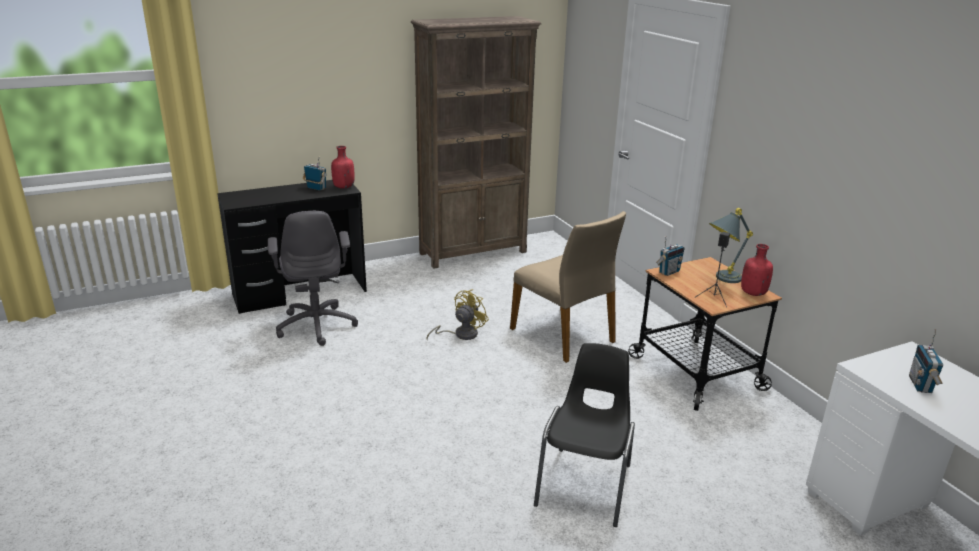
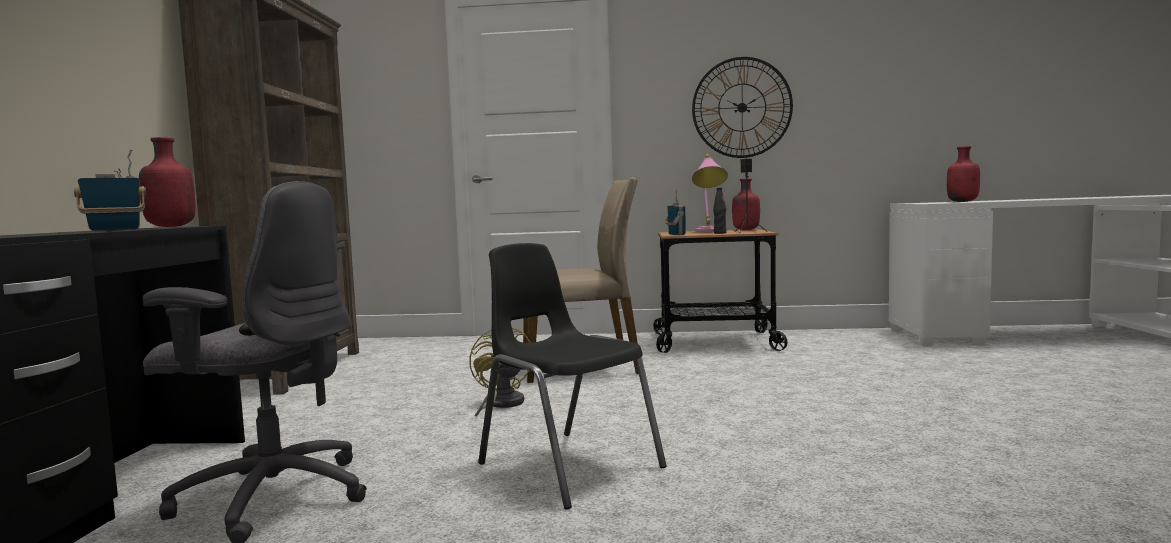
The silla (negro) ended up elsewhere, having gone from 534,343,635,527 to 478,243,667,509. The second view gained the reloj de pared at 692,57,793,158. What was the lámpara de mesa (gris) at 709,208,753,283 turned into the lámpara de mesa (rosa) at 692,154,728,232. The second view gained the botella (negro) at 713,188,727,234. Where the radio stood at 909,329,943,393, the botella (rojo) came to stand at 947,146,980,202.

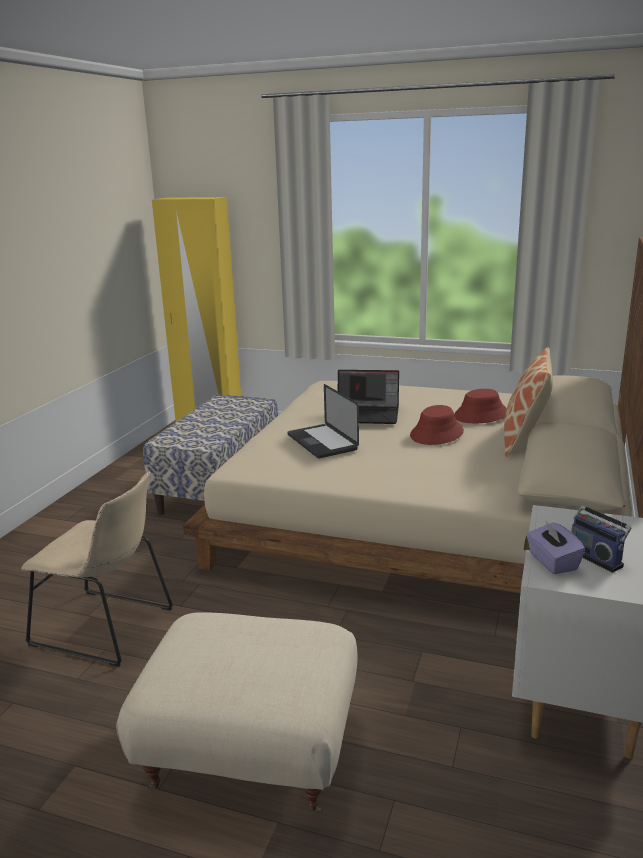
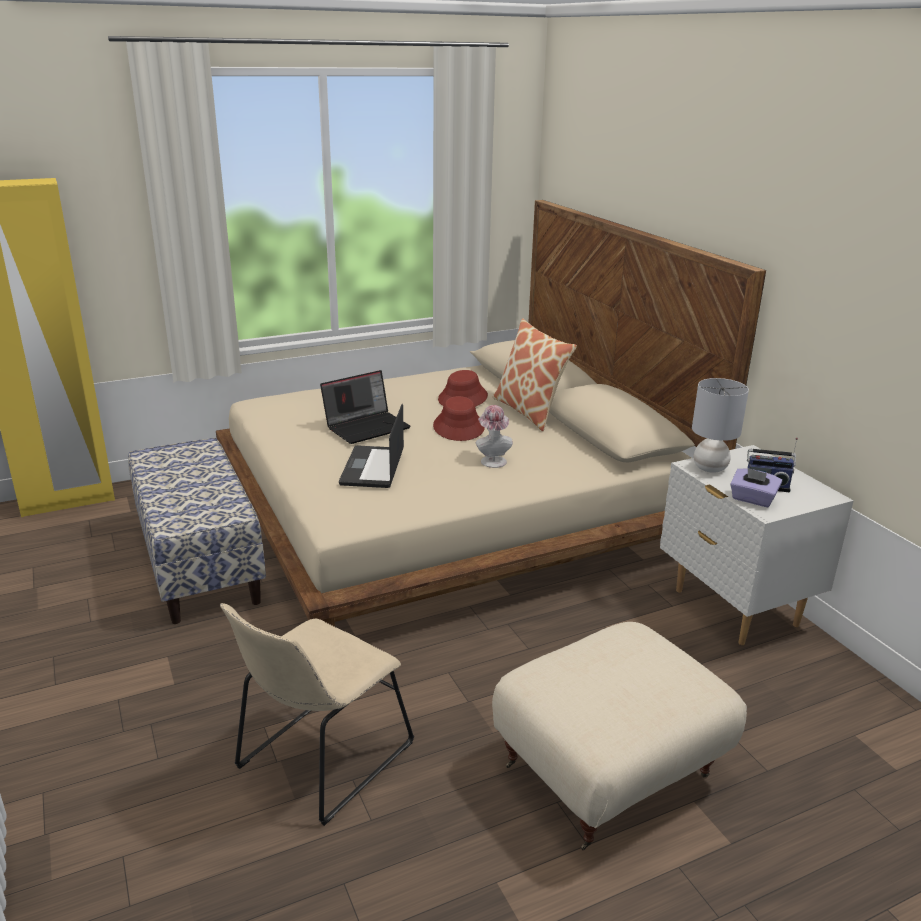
The silla (beis) at 21,472,173,667 ended up facing another way, 150 degrees clockwise from before. The portátil at 287,384,359,459 ended up facing another way, 75 degrees clockwise from before. The second view gained the sombrero at 476,405,513,468. The second view gained the lámpara de mesa (gris) at 692,378,749,473.

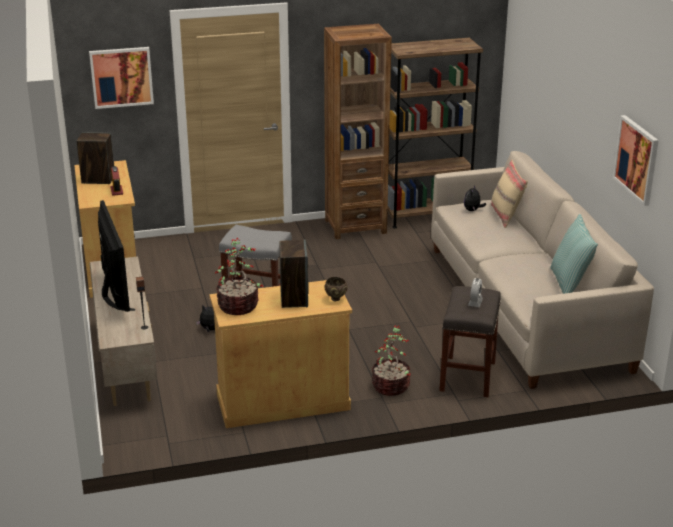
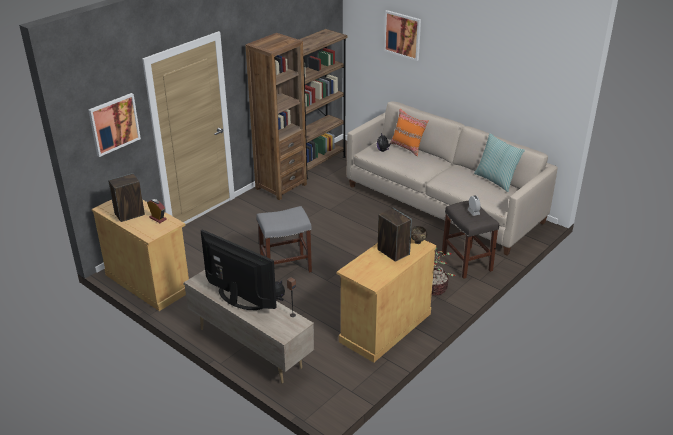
The cuadro ended up elsewhere, having gone from 613,115,659,206 to 384,10,421,61. What was the cojín (beis) at 491,160,528,228 turned into the cojín (naranja) at 390,109,429,156. The second view lost the planta en maceta at 215,238,263,315.

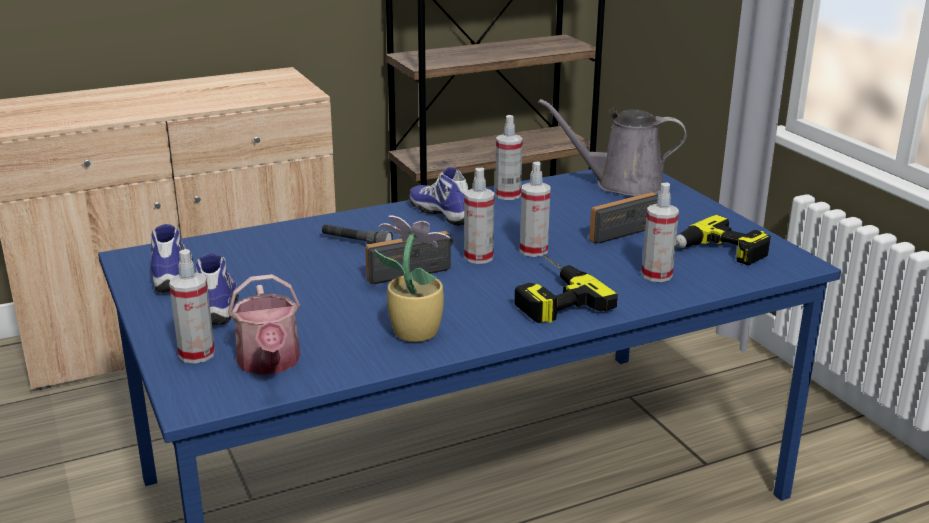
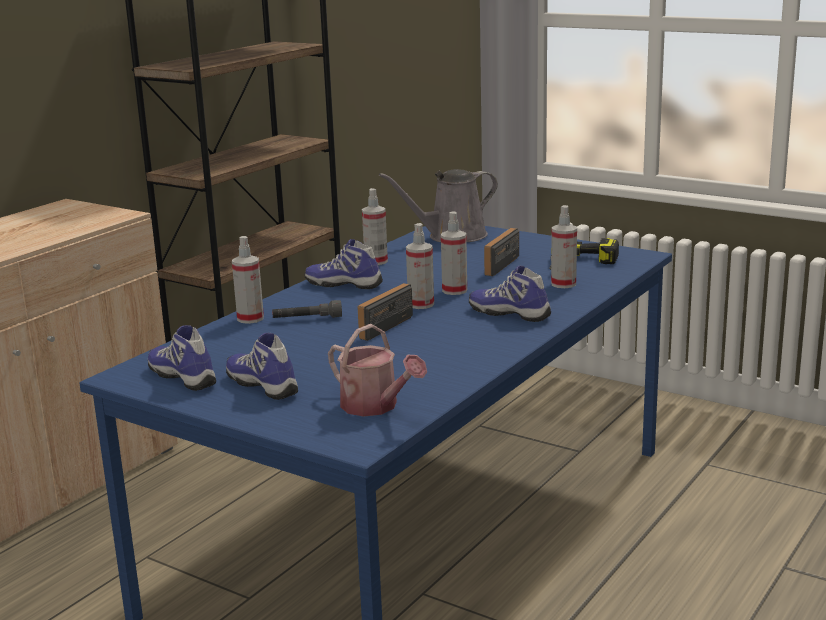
The pulverizador ended up elsewhere, having gone from 169,249,215,364 to 232,236,264,324. Where the taladro stood at 515,256,618,323, the zapato came to stand at 469,266,551,322. The second view lost the planta en maceta at 375,216,450,342.

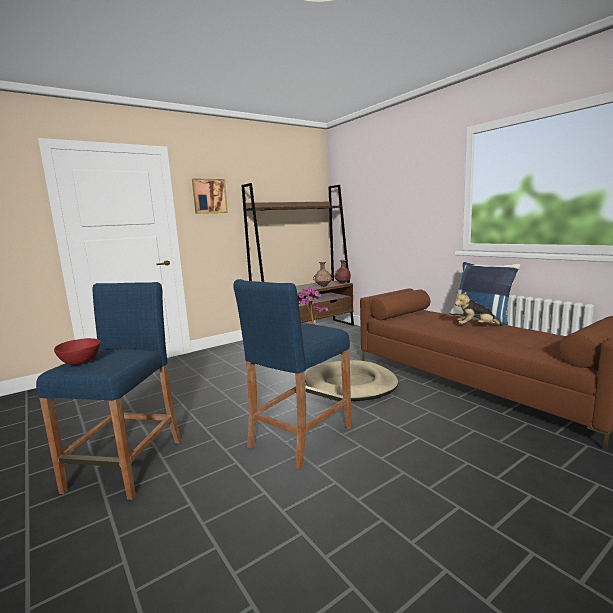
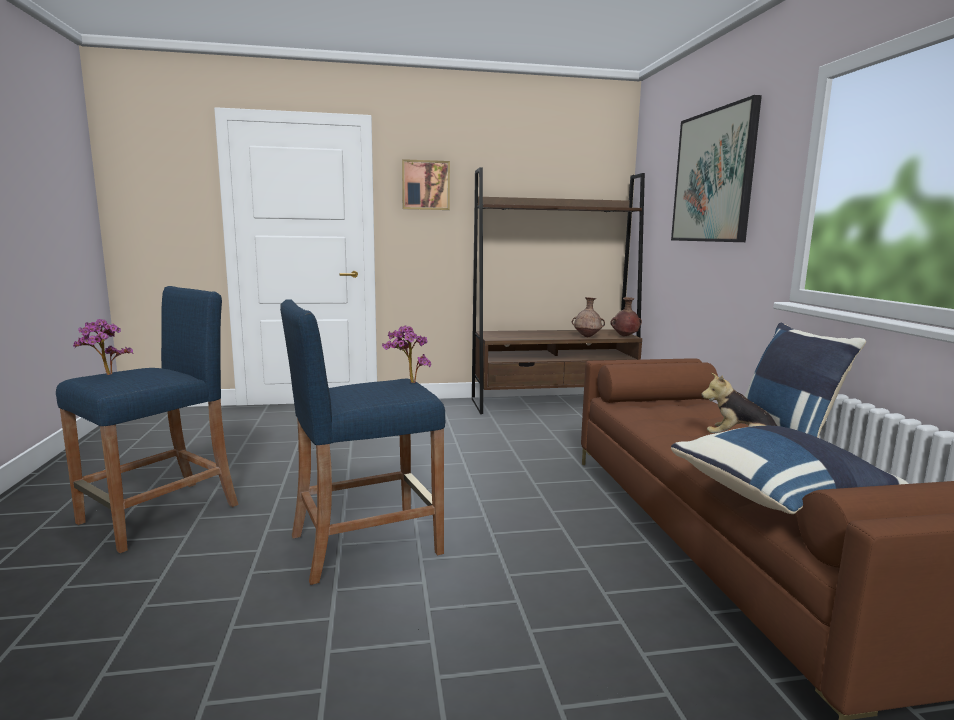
Where the cuenco (rojo) stood at 54,338,101,365, the planta en maceta came to stand at 73,319,134,375. The second view gained the cuadro at 671,95,762,242. The second view gained the cojín (azul) at 671,426,908,514. The second view lost the cama para perro (beis) at 305,360,398,401.

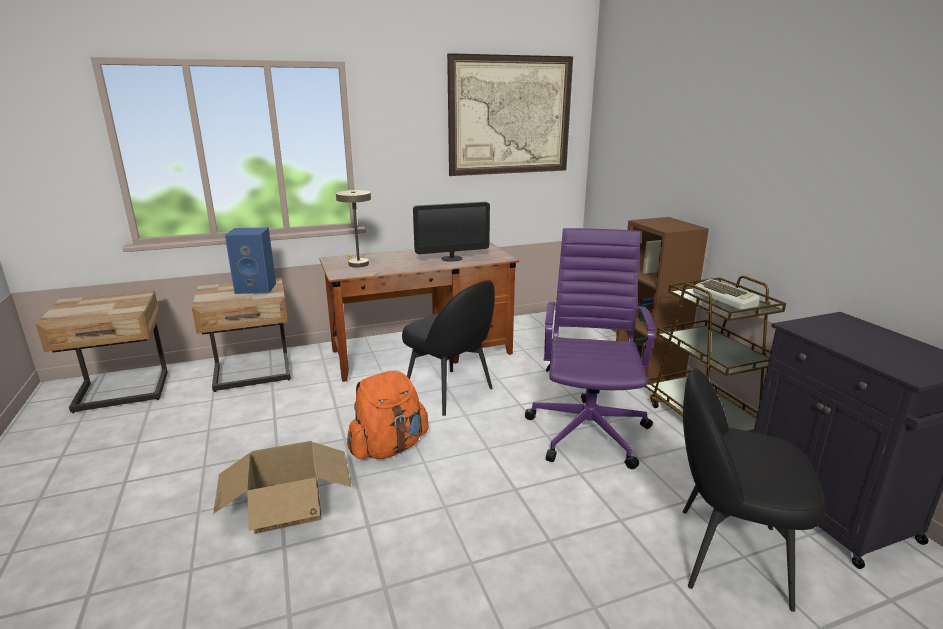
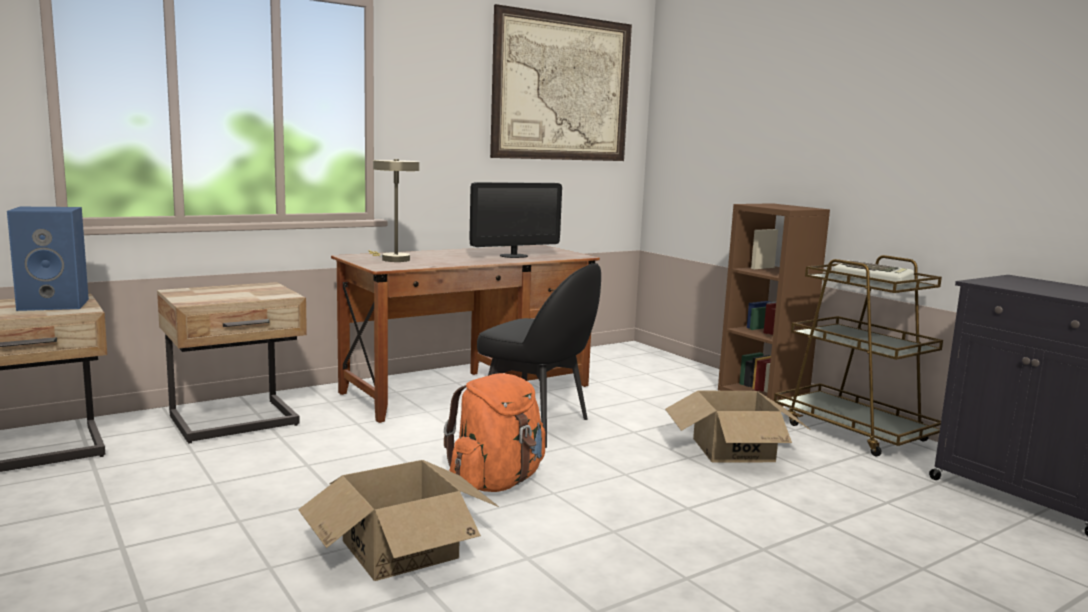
The altavoz (azul) ended up elsewhere, having gone from 225,227,276,294 to 7,207,89,311. Where the silla de oficina (morado) stood at 525,228,655,469, the caja de cartón came to stand at 665,391,811,463. The second view lost the silla (negro) at 683,368,826,612.

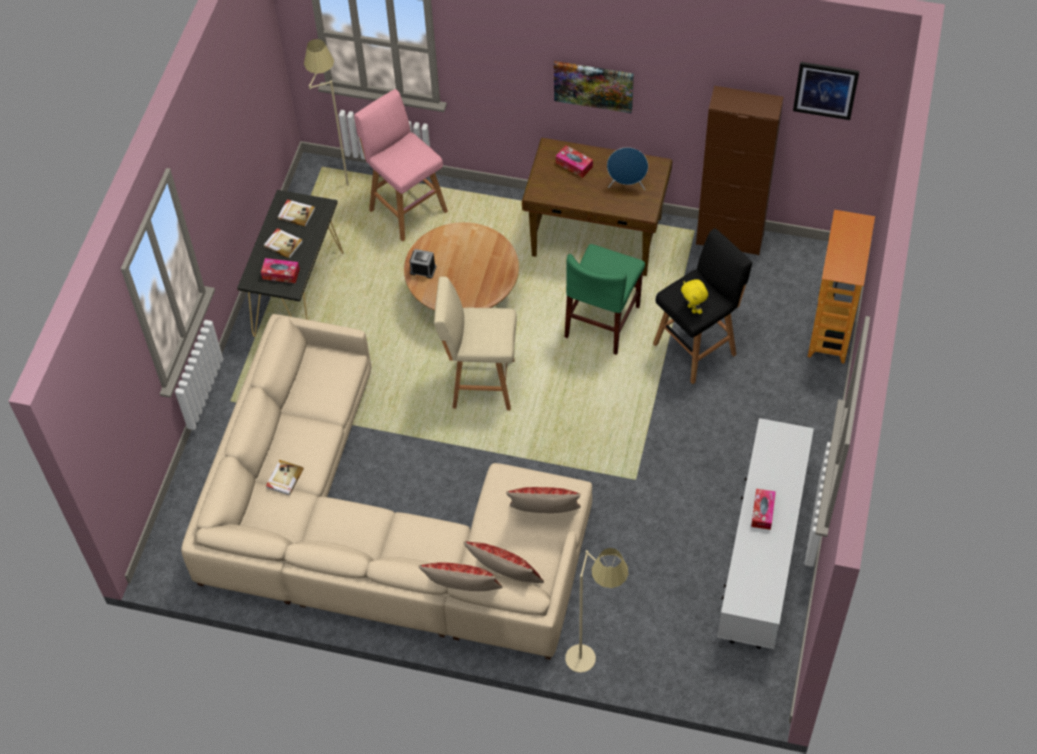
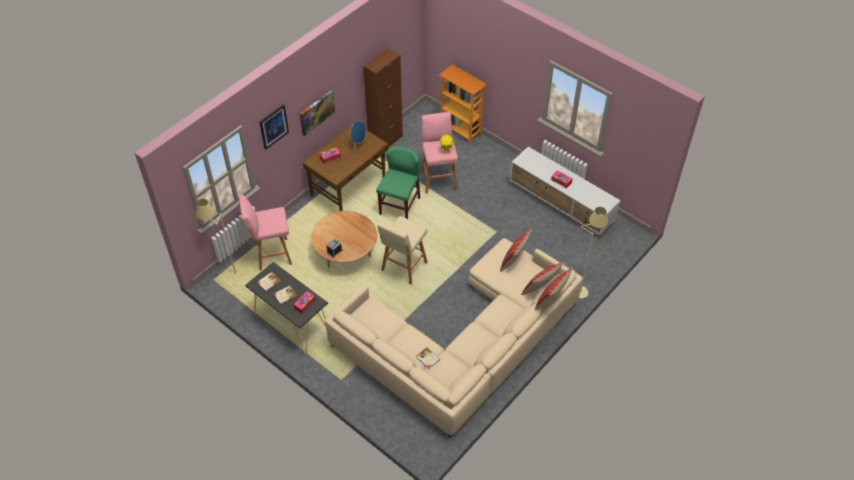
The cuadro ended up elsewhere, having gone from 793,62,859,120 to 260,104,289,150. The silla (verde) at 565,244,645,355 ended up facing another way, 120 degrees counterclockwise from before. What was the taburete (negro) at 653,228,752,384 turned into the taburete (rosa) at 421,112,458,194.

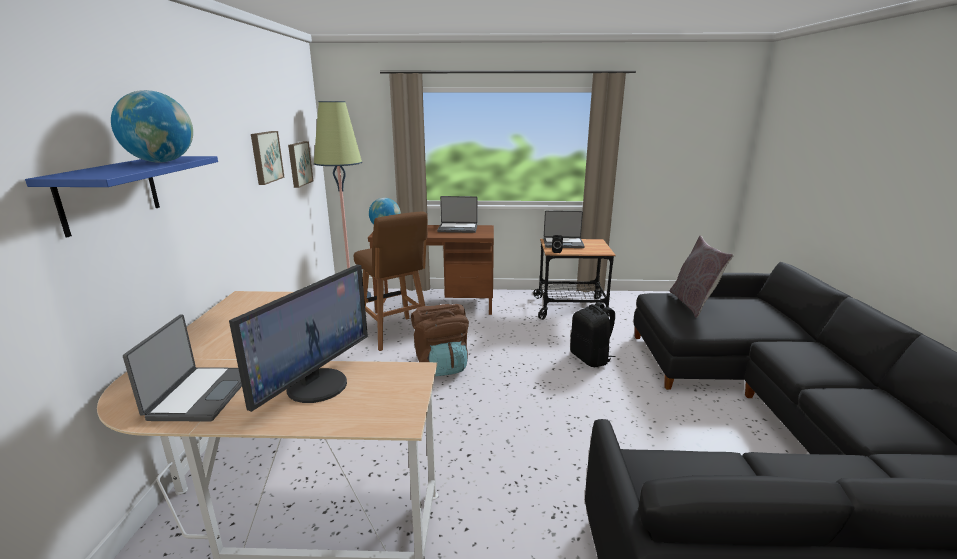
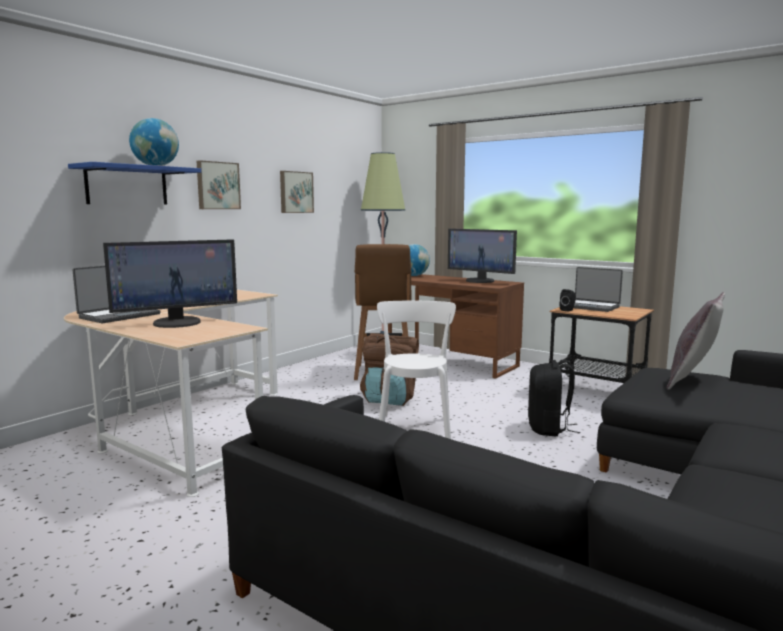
The cuadro ended up elsewhere, having gone from 288,141,313,188 to 196,160,241,209. The second view gained the silla (blanco) at 377,301,456,439. Where the portátil stood at 437,196,478,233, the monitor came to stand at 448,229,517,283.

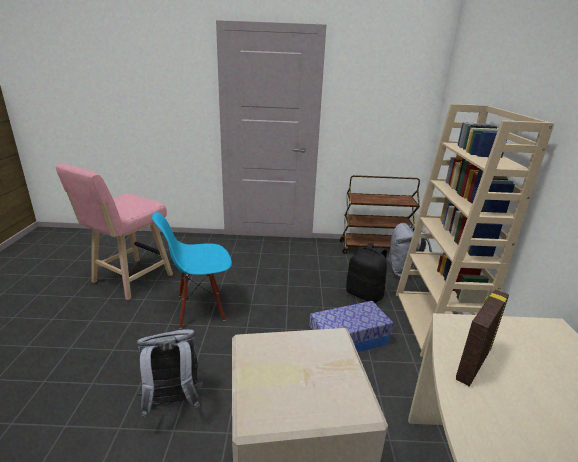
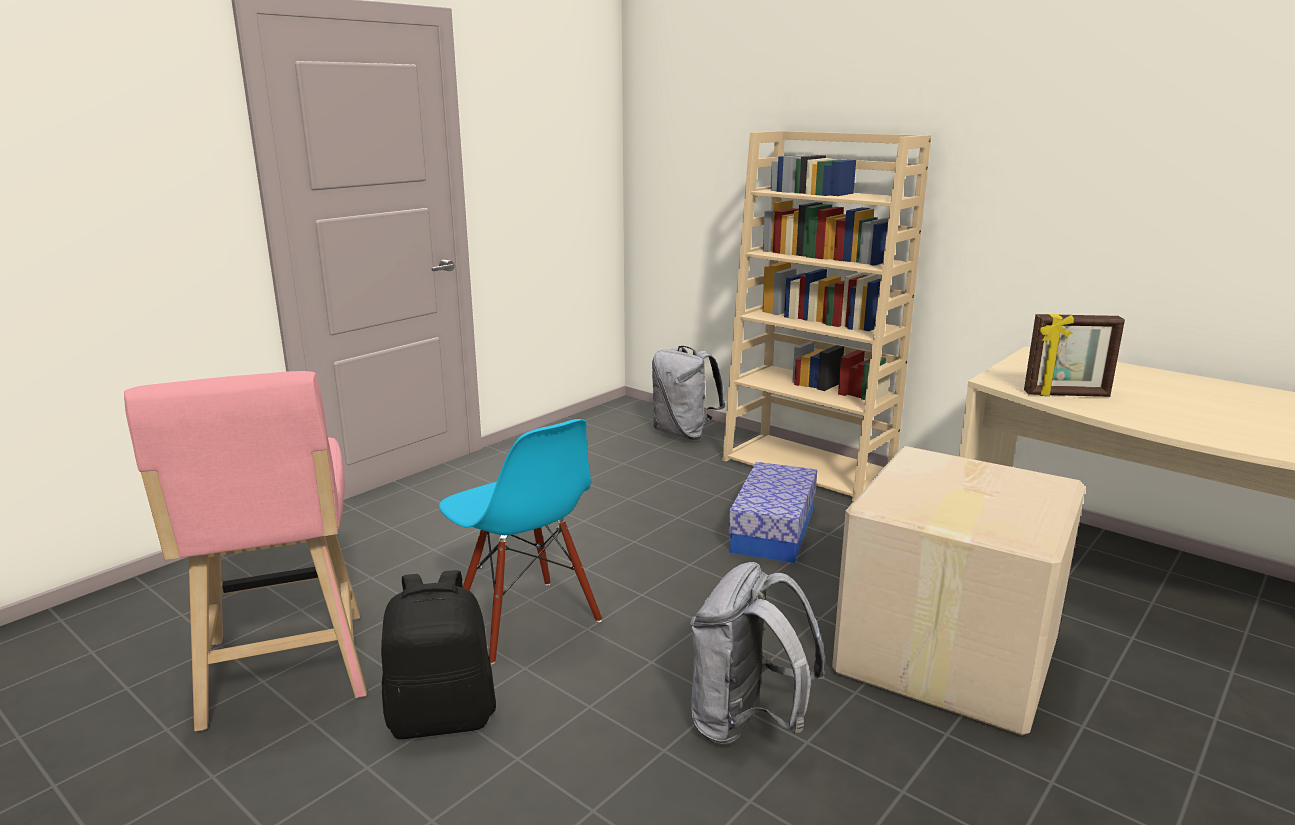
The mochila (negro) ended up elsewhere, having gone from 346,243,387,303 to 381,570,496,739. The silla (azul) at 152,212,232,329 ended up facing another way, 60 degrees counterclockwise from before. The portarretratos at 456,290,509,386 ended up facing another way, 75 degrees counterclockwise from before. The second view lost the carrito (marrón) at 340,175,420,254.

